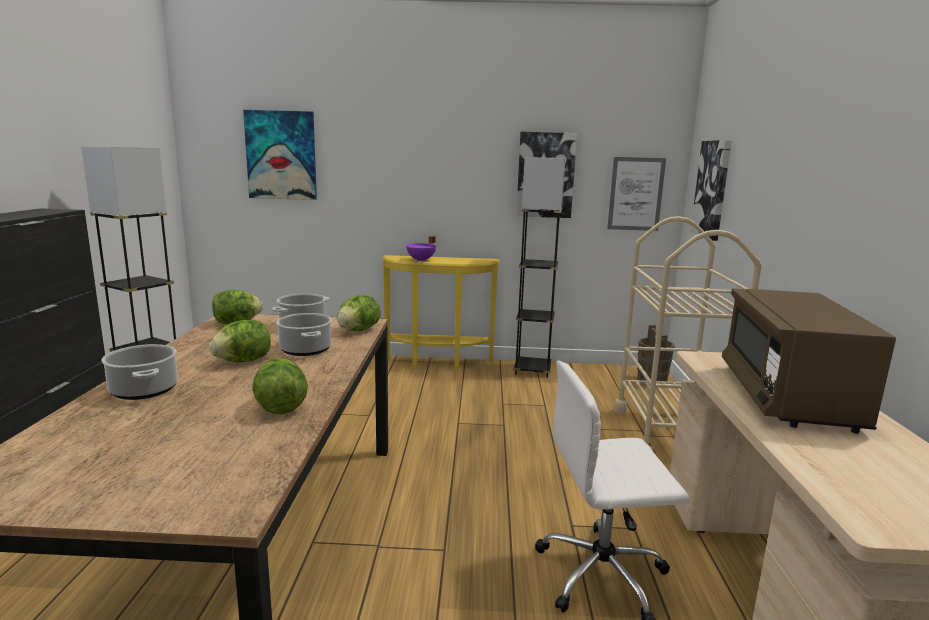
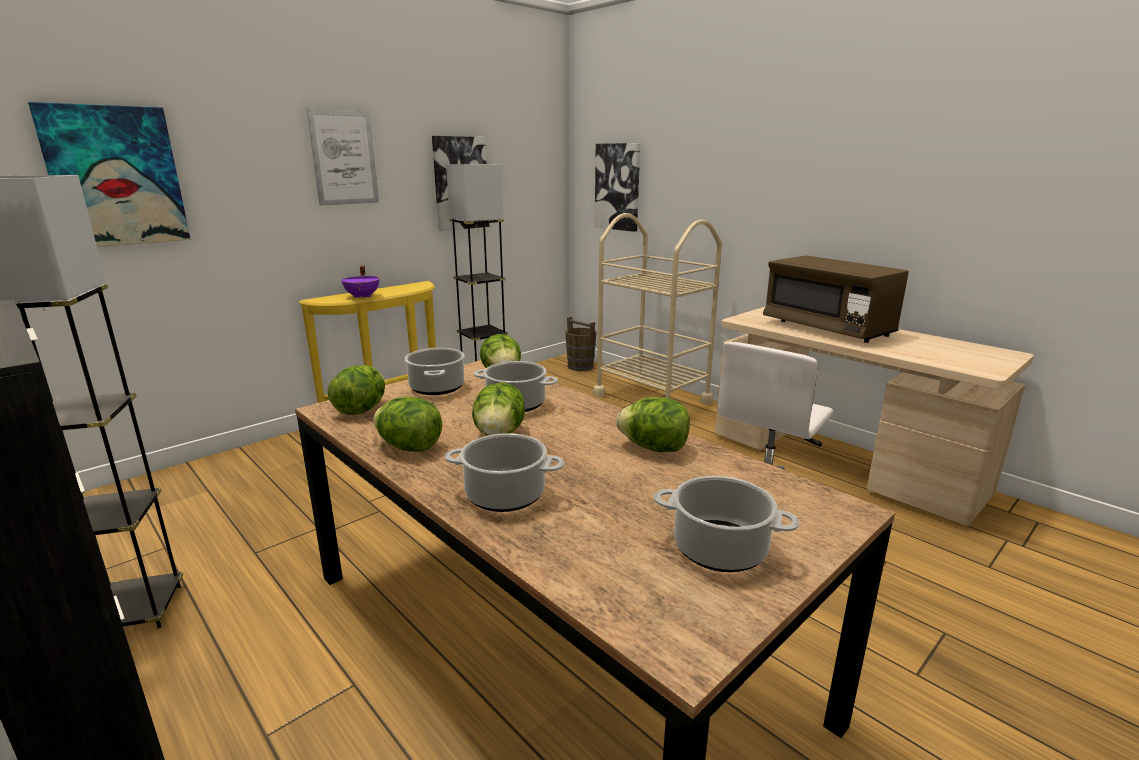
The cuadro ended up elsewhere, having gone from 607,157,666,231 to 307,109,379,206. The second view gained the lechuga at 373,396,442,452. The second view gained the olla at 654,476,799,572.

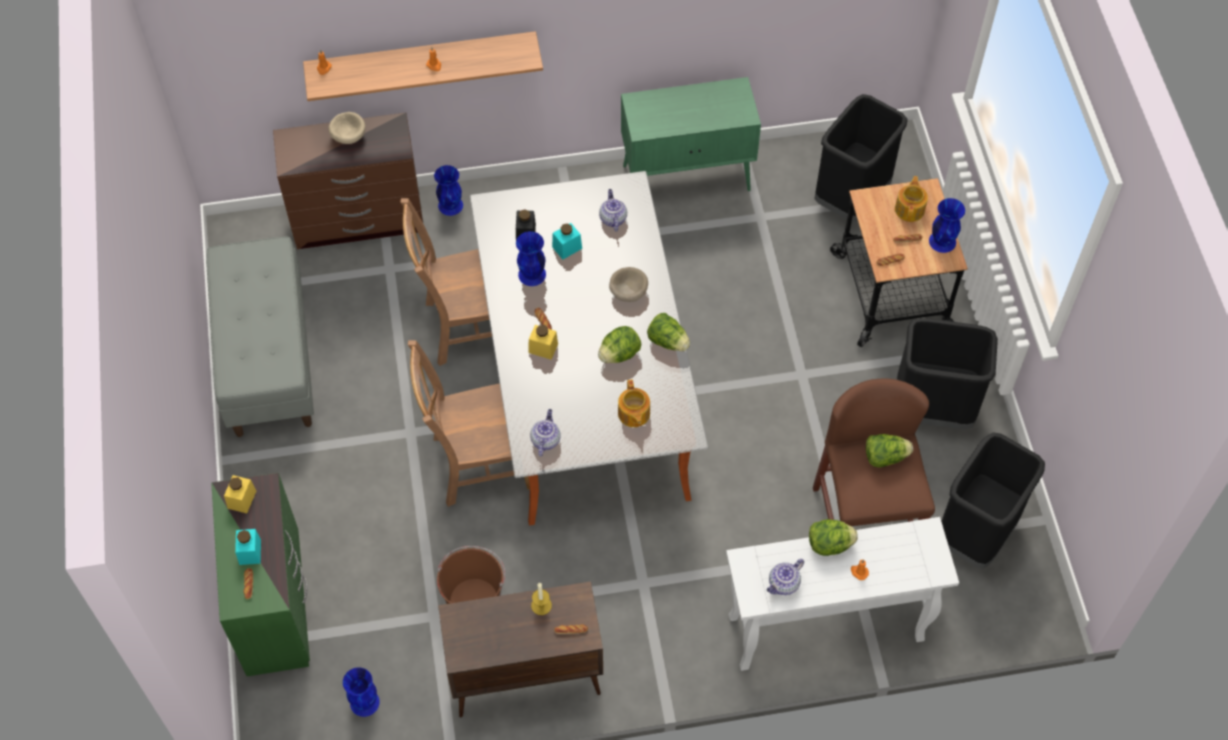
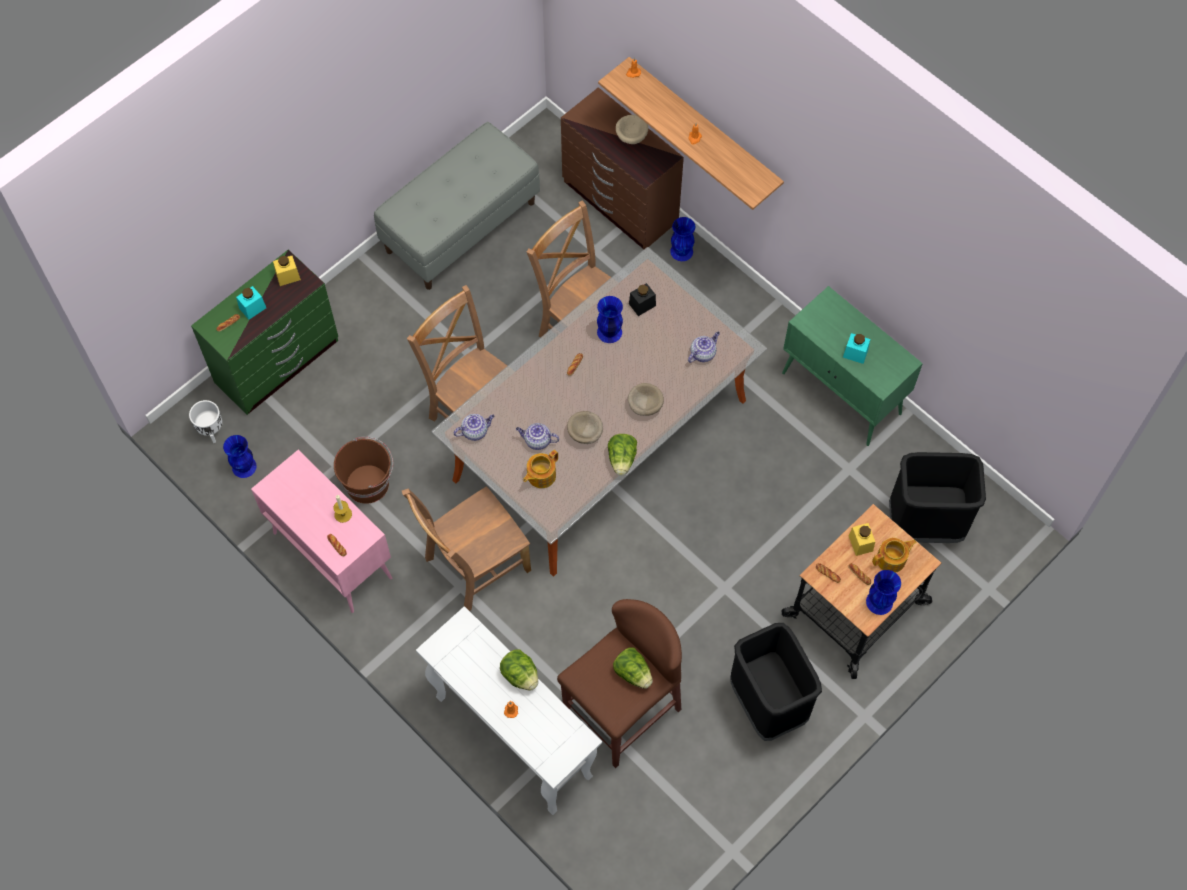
The second view gained the maceta (blanco) at 189,400,222,443. What was the armario (marrón) at 438,582,603,717 turned into the armario (rosa) at 251,450,392,613. The second view gained the silla (marrón) at 402,486,531,611. The tetera ended up elsewhere, having gone from 767,559,804,595 to 516,423,559,450. Where the lechuga stood at 598,326,641,363, the cuenco (beis) came to stand at 567,411,603,444. The tarro (turquesa) ended up elsewhere, having gone from 552,223,582,260 to 843,333,870,364. The tarro (amarillo) ended up elsewhere, having gone from 529,325,558,360 to 849,523,875,556. The second view lost the papelera (negro) at 941,432,1045,569.

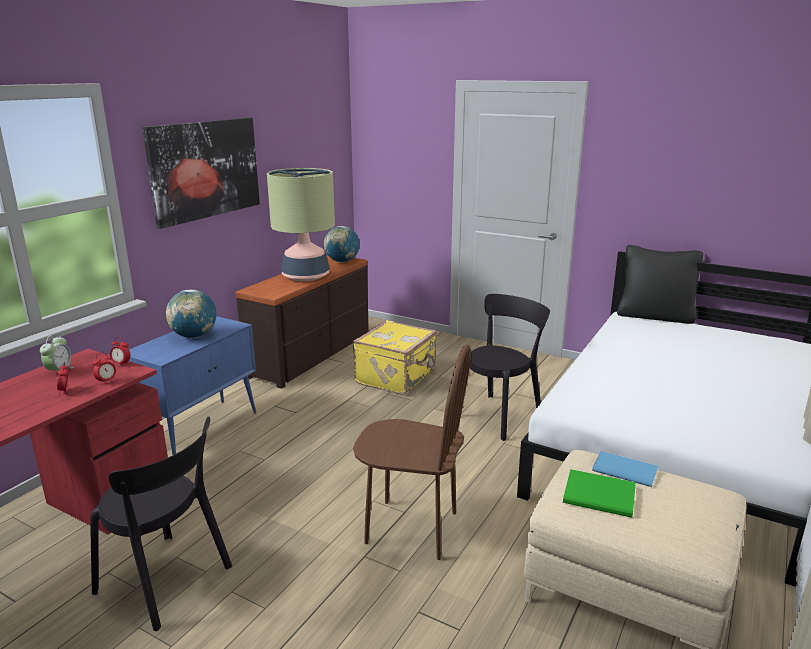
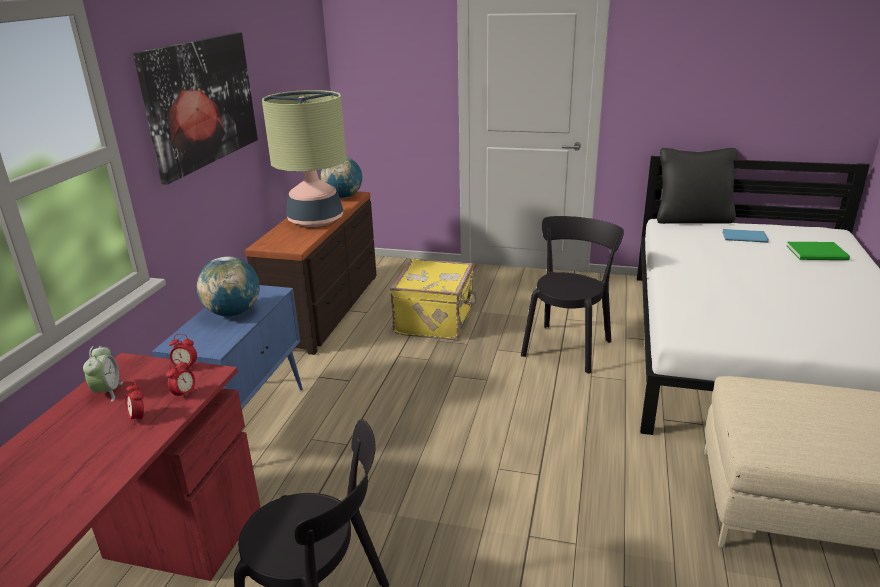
The libro (azul) ended up elsewhere, having gone from 592,451,658,487 to 722,229,769,243. The libro (verde) ended up elsewhere, having gone from 563,469,636,518 to 787,242,850,260. The second view lost the silla (marrón) at 353,344,471,560.

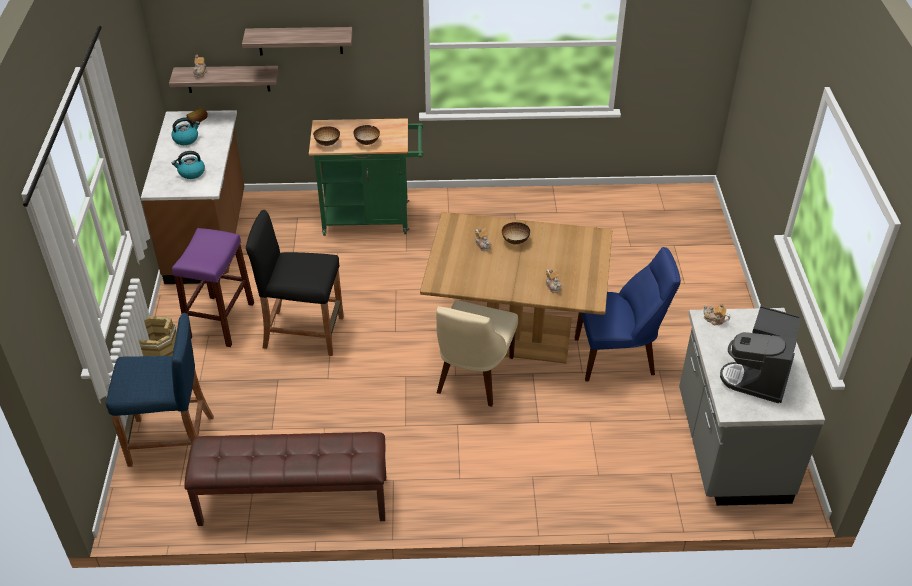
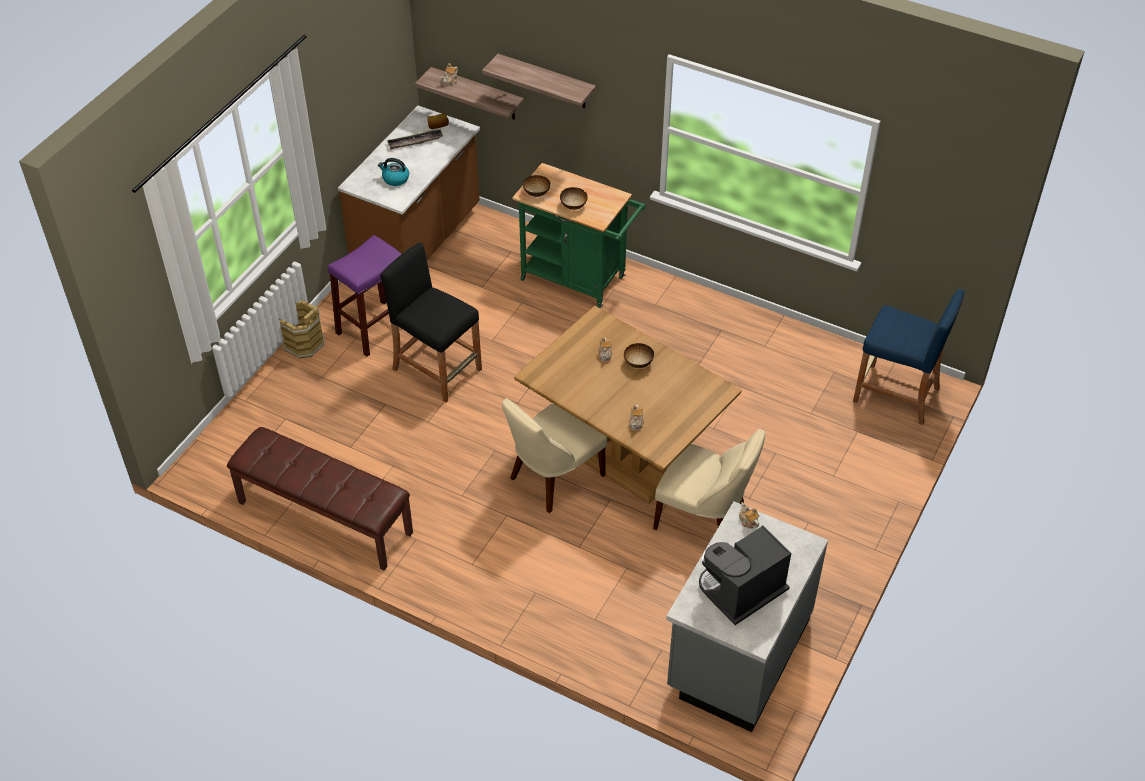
Where the hervidor stood at 171,117,200,145, the bandeja came to stand at 386,129,443,149. What was the silla (azul) at 575,247,681,382 turned into the silla (beis) at 653,429,765,530. The taburete (azul) ended up elsewhere, having gone from 105,313,214,467 to 853,289,964,425.

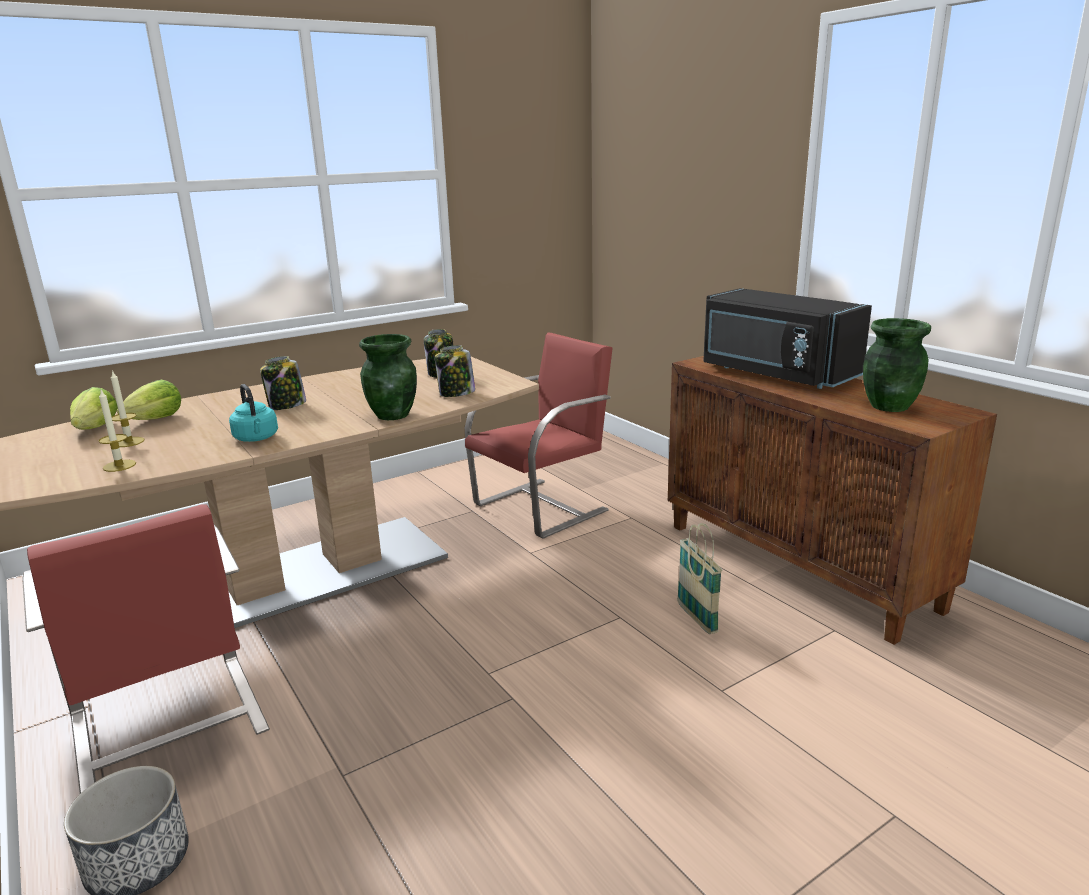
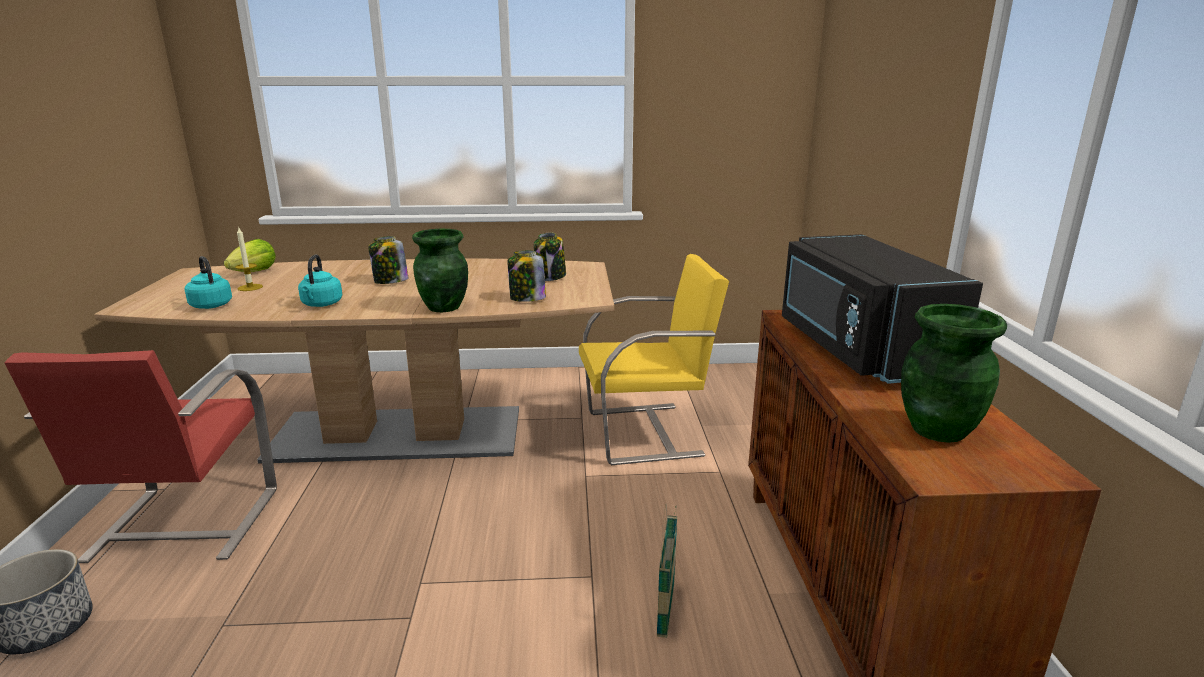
Where the vela stood at 99,390,136,472, the hervidor (turquesa) came to stand at 185,256,232,309. What was the silla (rojo) at 465,333,613,539 turned into the silla (amarillo) at 579,254,729,465. The second view lost the lechuga at 117,380,181,420.

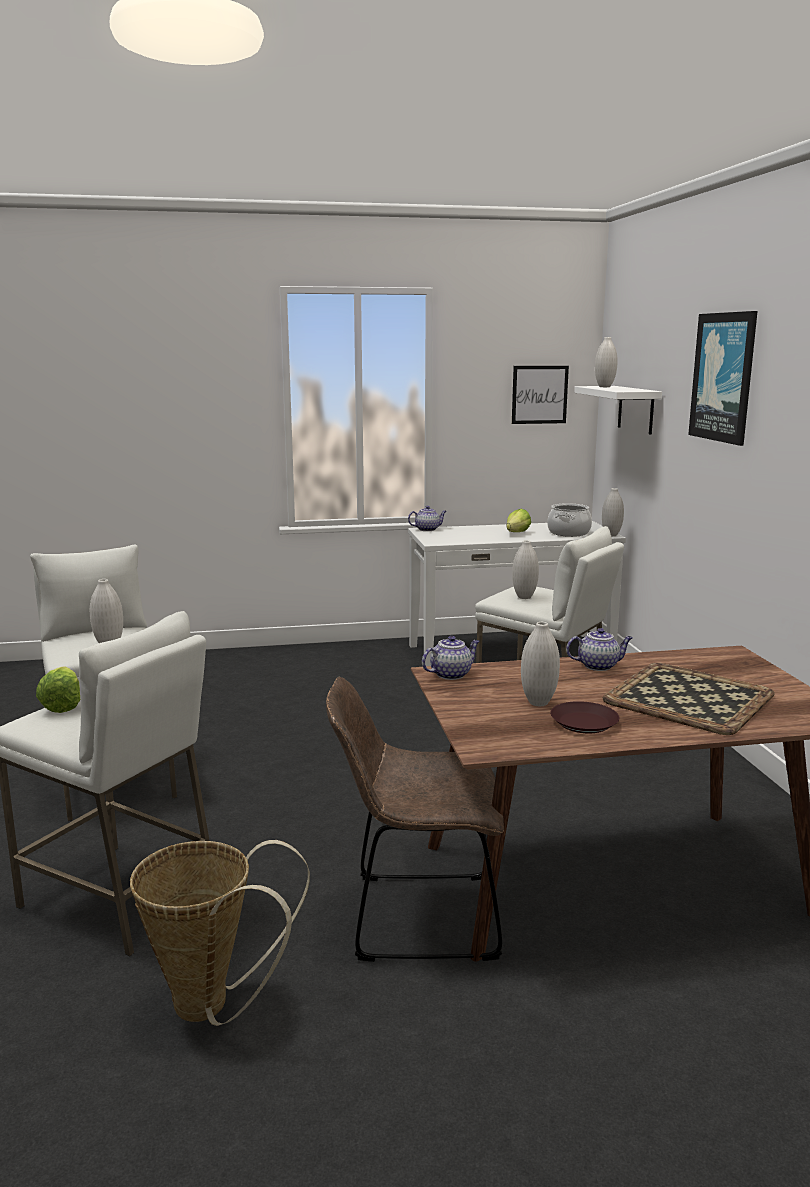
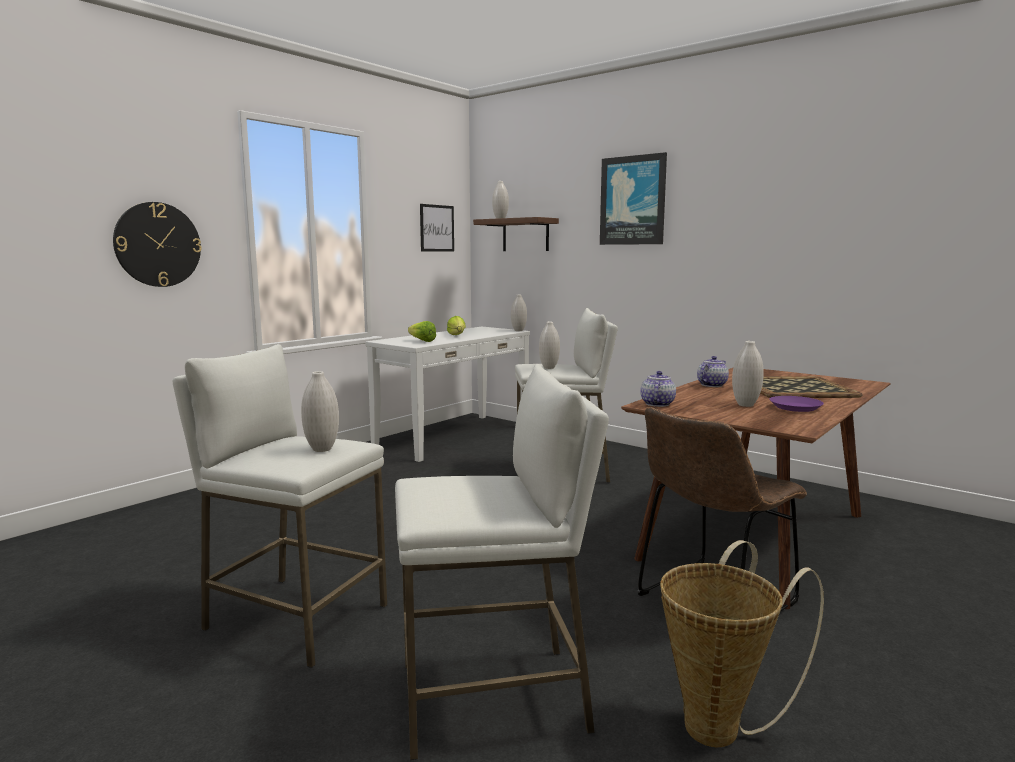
The second view gained the reloj de pared at 113,202,202,287. The lechuga ended up elsewhere, having gone from 36,666,80,713 to 408,321,436,342. What was the estante (blanco) at 574,386,662,435 turned into the estante (marrón) at 473,217,559,251. What was the plato (marrón) at 550,701,619,733 turned into the plato (morado) at 769,396,824,412. The second view lost the tetera at 408,506,447,531. The second view lost the olla at 547,503,592,537.

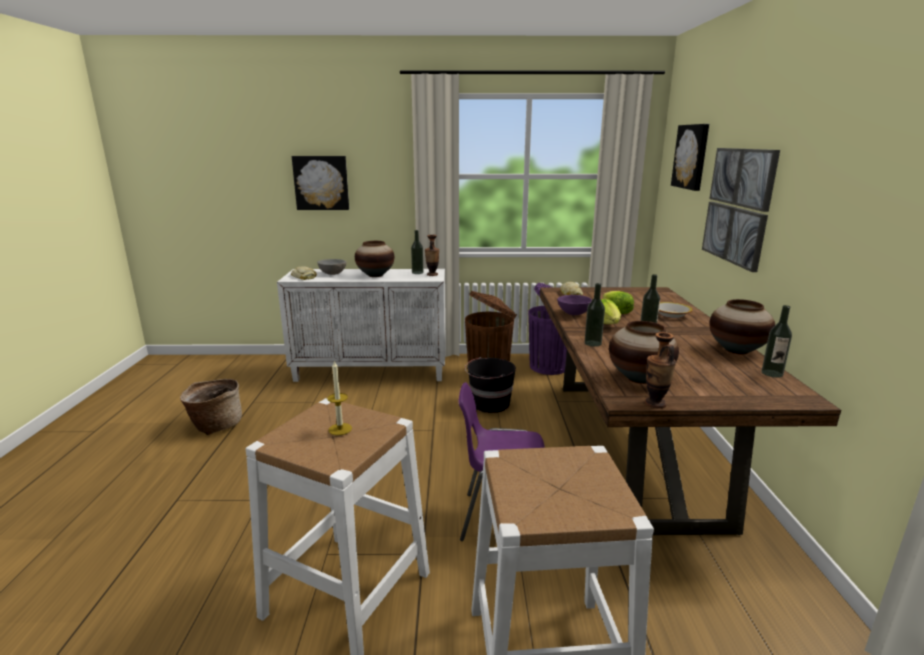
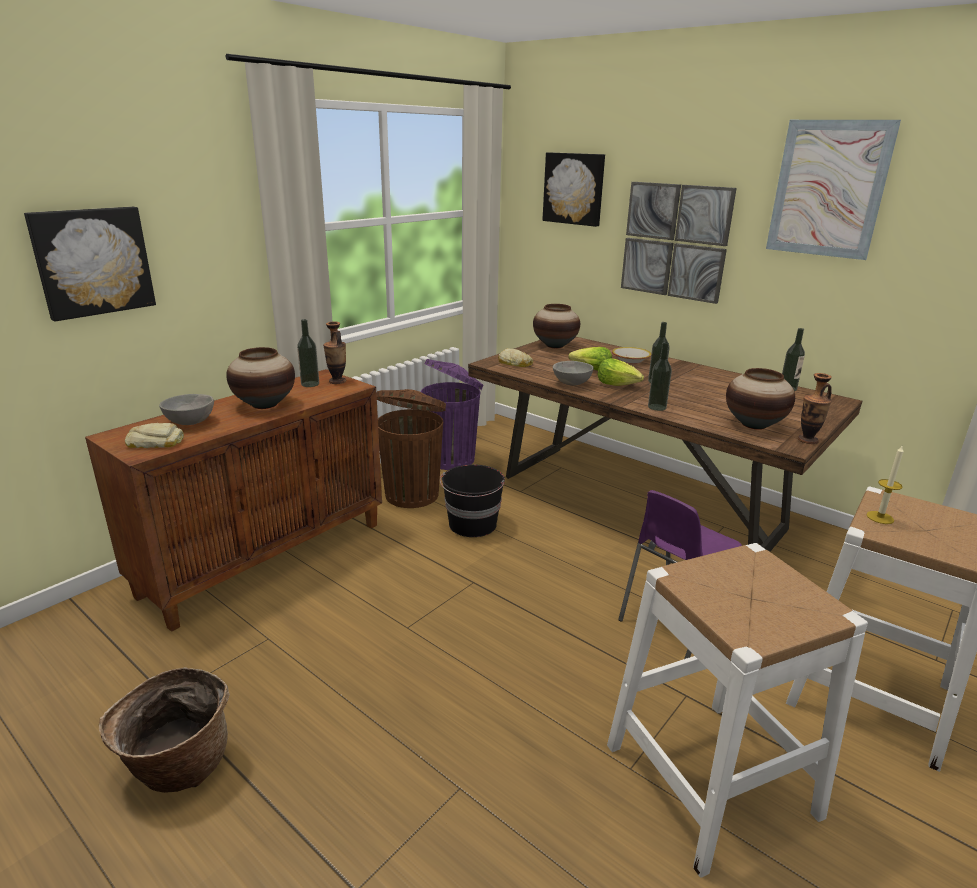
What was the armario (blanco) at 277,269,446,382 turned into the armario (marrón) at 85,369,382,632. The florero ended up elsewhere, having gone from 709,299,775,355 to 533,304,580,348. What was the cuenco (morado) at 557,295,592,315 turned into the cuenco (gris) at 553,361,594,386. The second view gained the cuadro at 766,120,901,260. The vela ended up elsewhere, having gone from 327,361,352,435 to 866,446,904,524.

